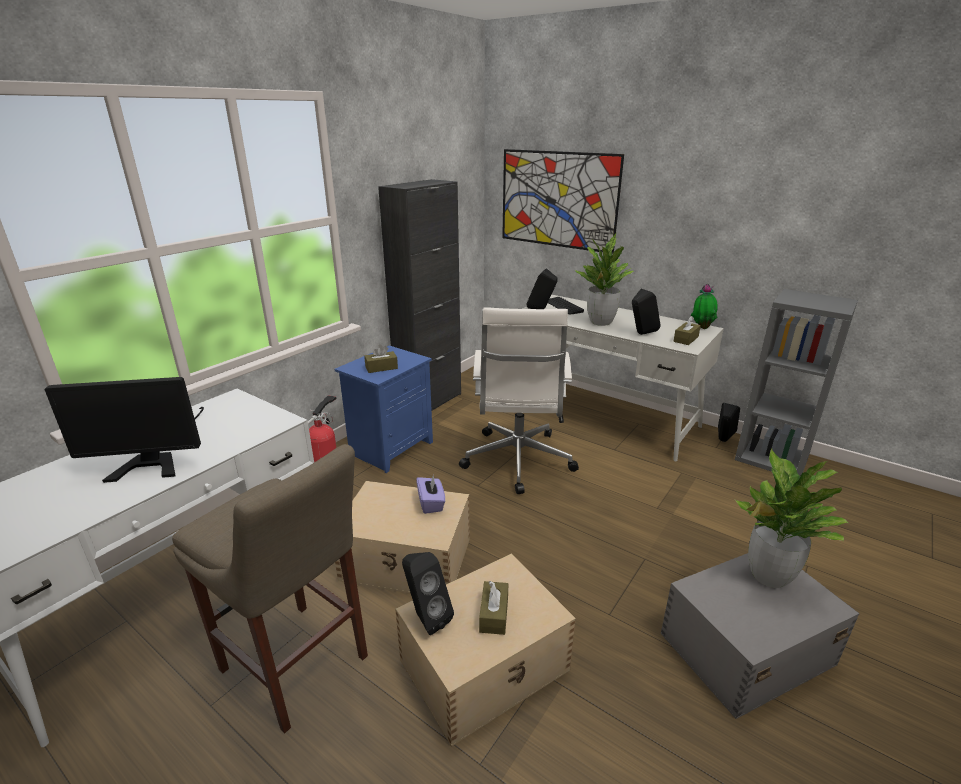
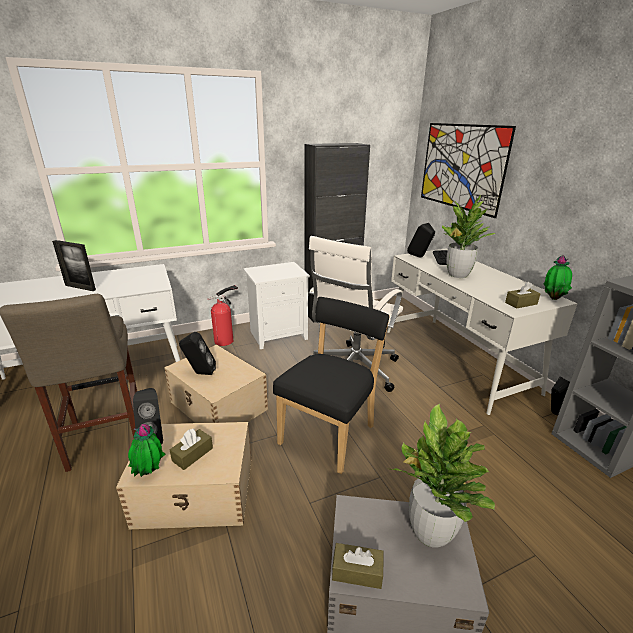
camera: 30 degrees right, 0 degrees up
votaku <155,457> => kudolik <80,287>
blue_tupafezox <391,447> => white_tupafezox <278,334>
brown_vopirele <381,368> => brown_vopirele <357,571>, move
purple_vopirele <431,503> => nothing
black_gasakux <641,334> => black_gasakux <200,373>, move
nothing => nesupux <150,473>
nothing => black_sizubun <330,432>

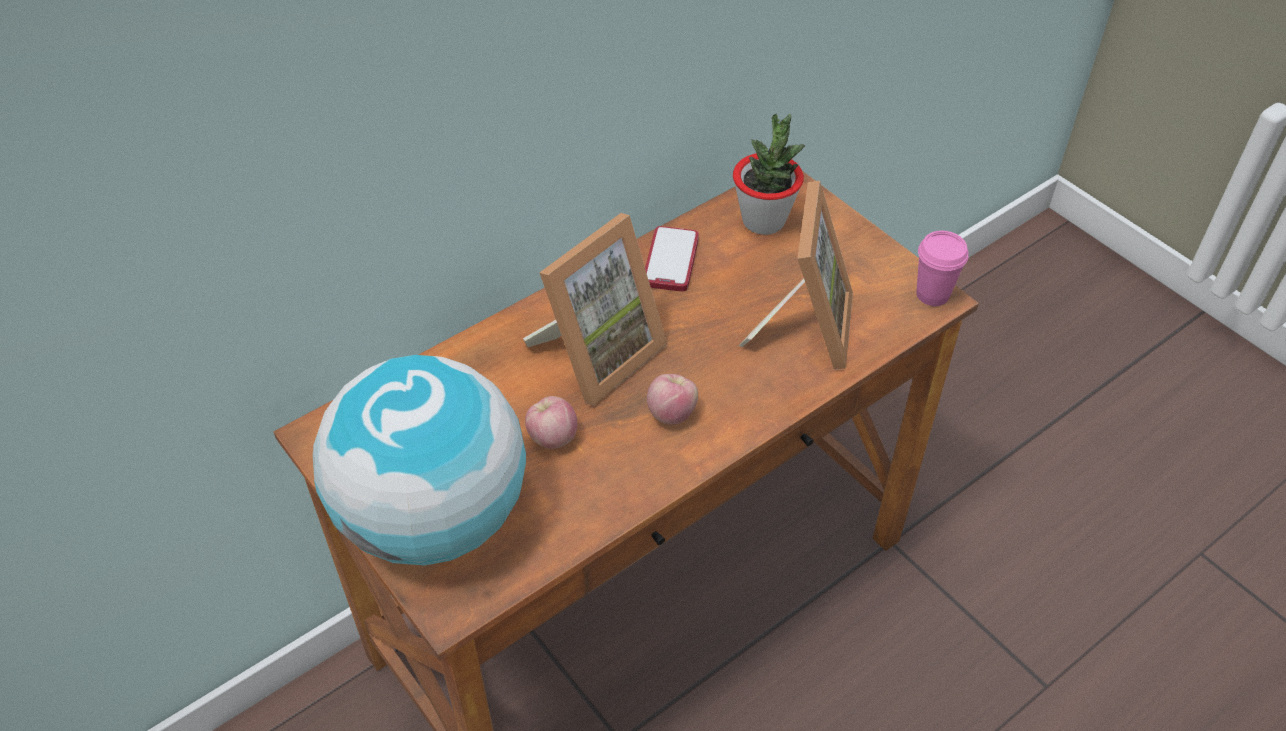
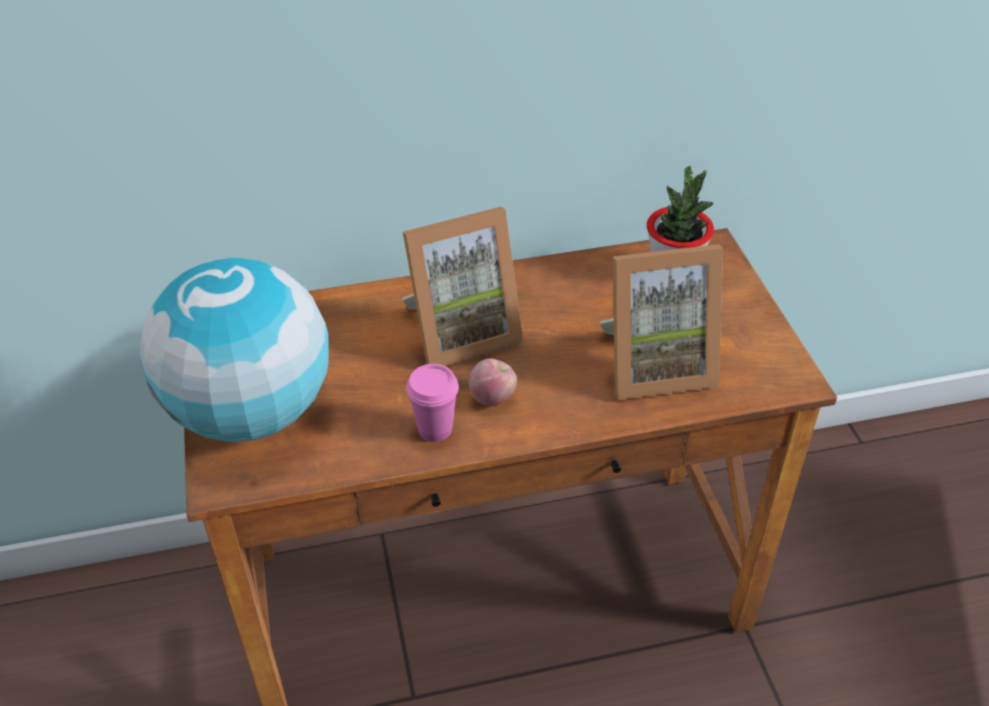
camera: 25 degrees right, 5 degrees down
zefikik <552,438> => nothing
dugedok <671,261> => nothing
kudolik <803,326> => kudolik <655,365>, 45 degrees clockwise
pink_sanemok <932,294> => pink_sanemok <435,429>, move

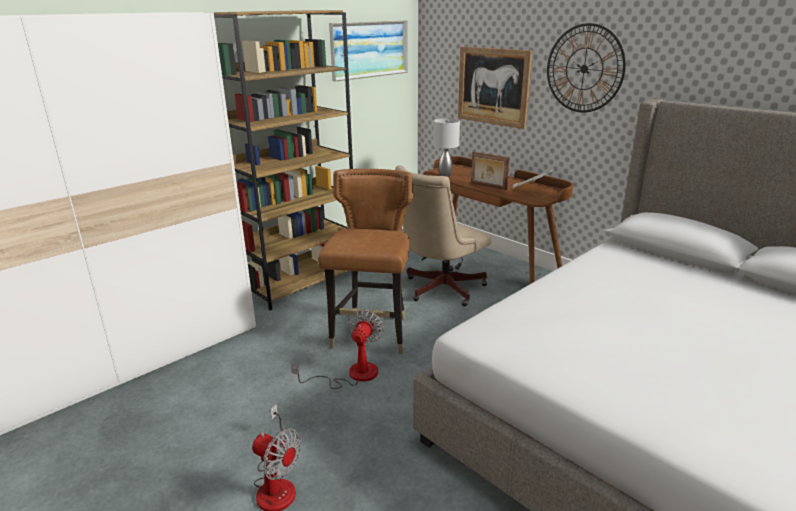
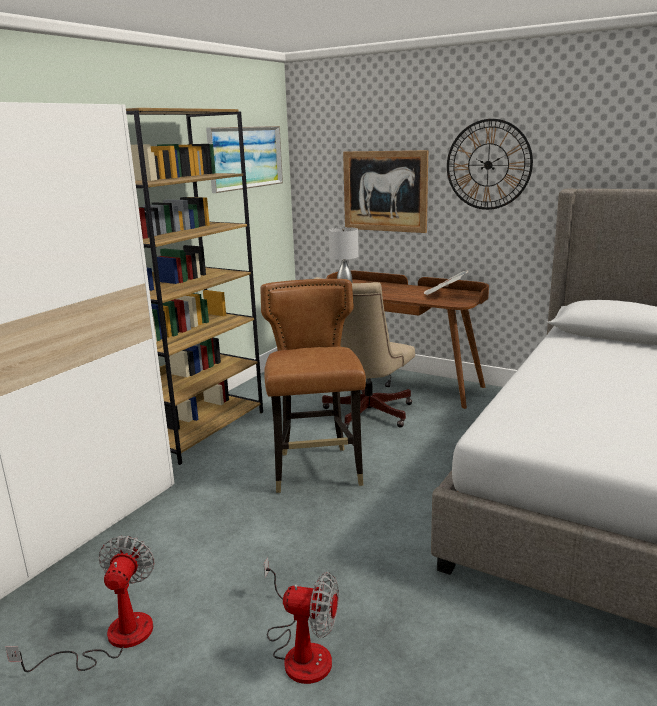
camera: 15 degrees left, 5 degrees down
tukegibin <352,375> => tukegibin <113,639>, move
kudolik <488,186> => nothing

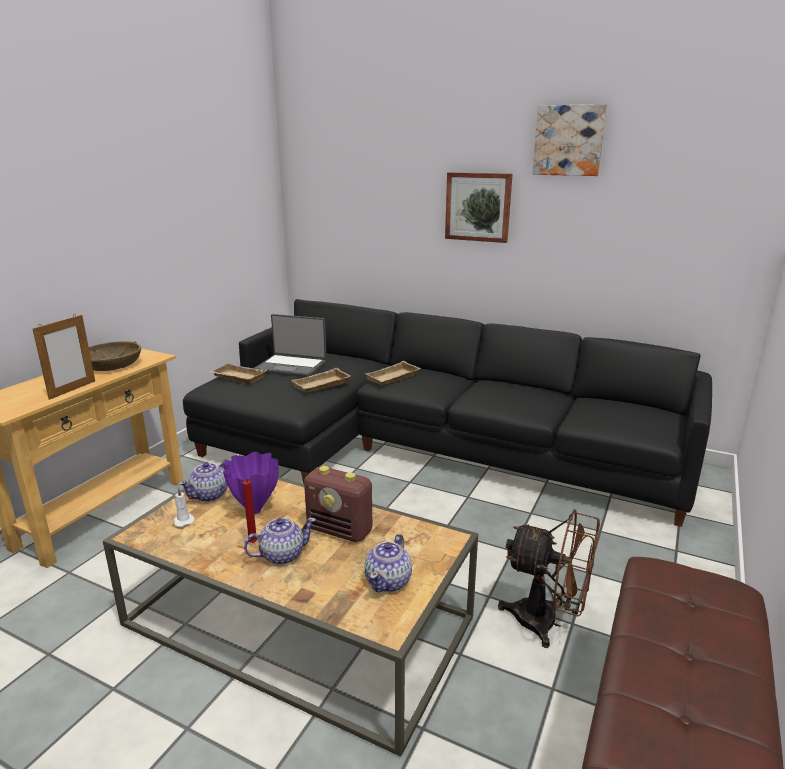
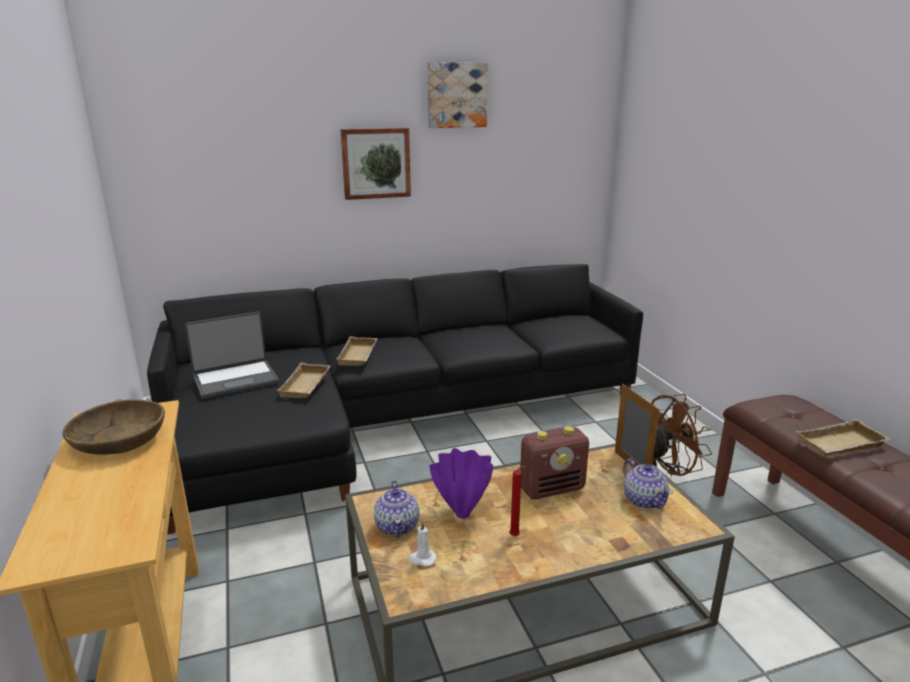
camera: 45 degrees left, 0 degrees up
kudolik <72,390> => kudolik <631,466>, move
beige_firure <237,377> => beige_firure <841,445>, move
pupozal <281,555> => nothing

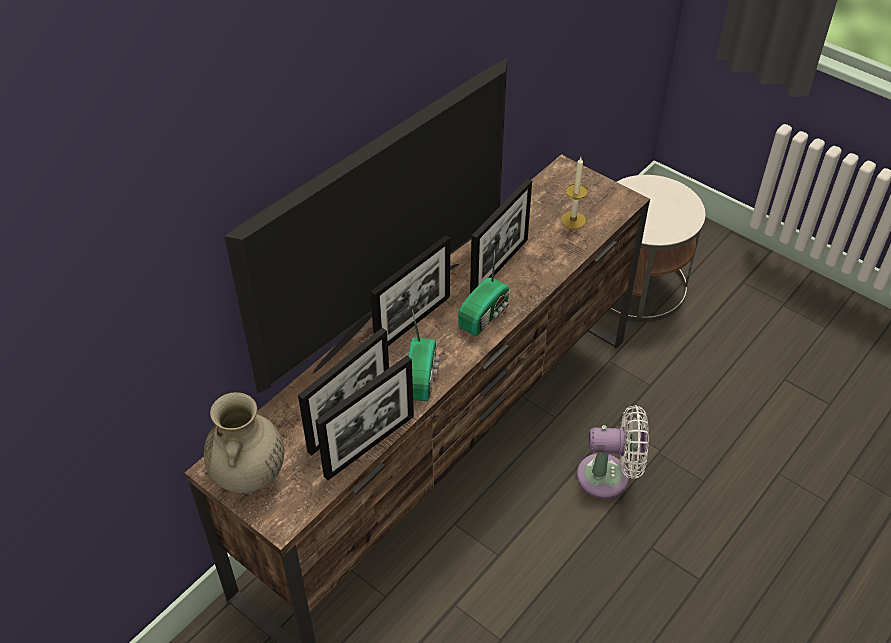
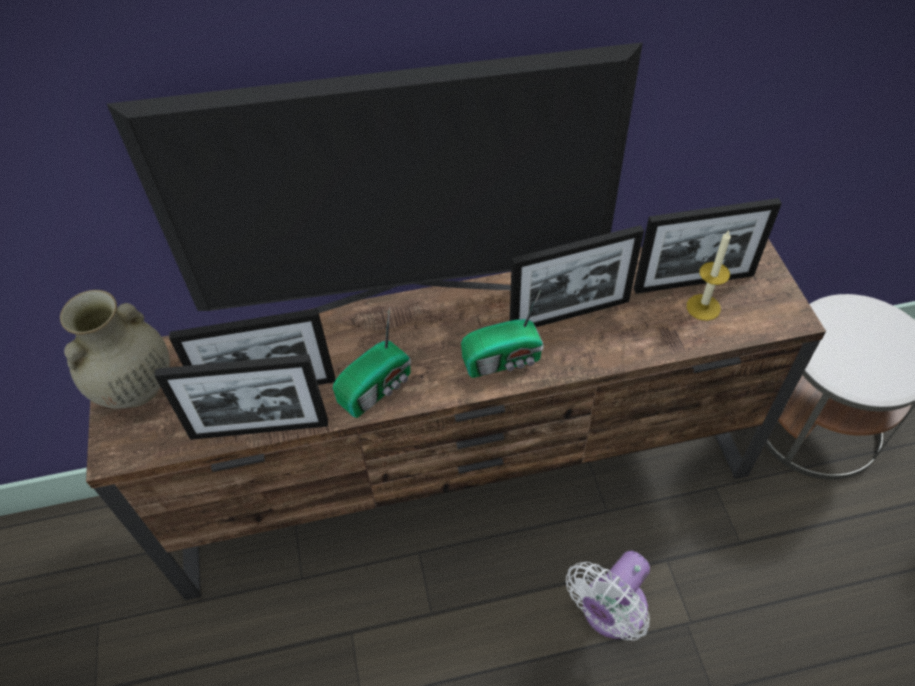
camera: 40 degrees right, 5 degrees up
kudolik <413,323> => kudolik <693,282>, move
white_tukegibin <609,477> => white_tukegibin <609,612>, 90 degrees clockwise

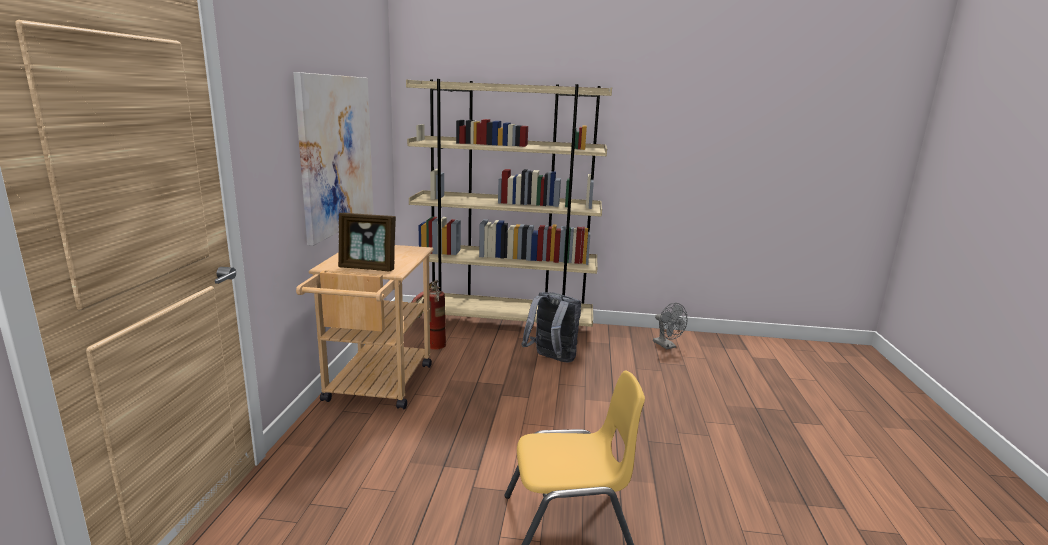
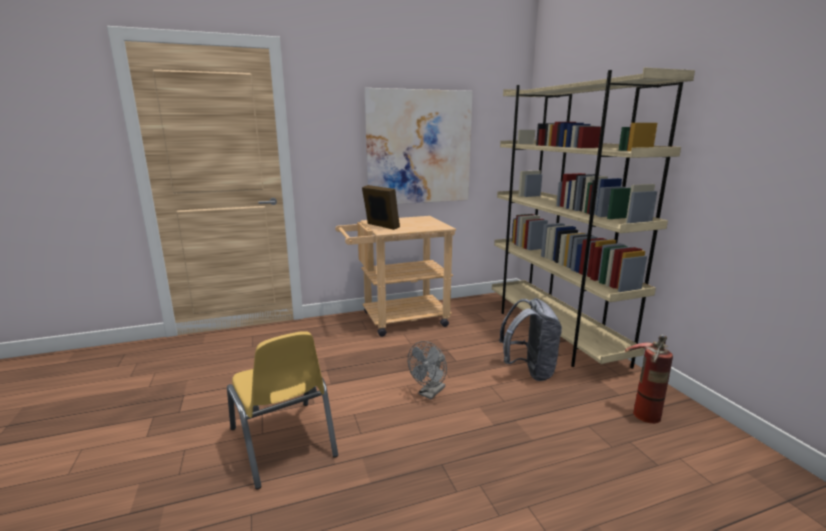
camera: 65 degrees right, 0 degrees up
kudolik <368,268> => kudolik <381,226>, 150 degrees clockwise
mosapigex <430,343> => mosapigex <643,409>, move
grey_tukegibin <667,346> => grey_tukegibin <429,393>, move

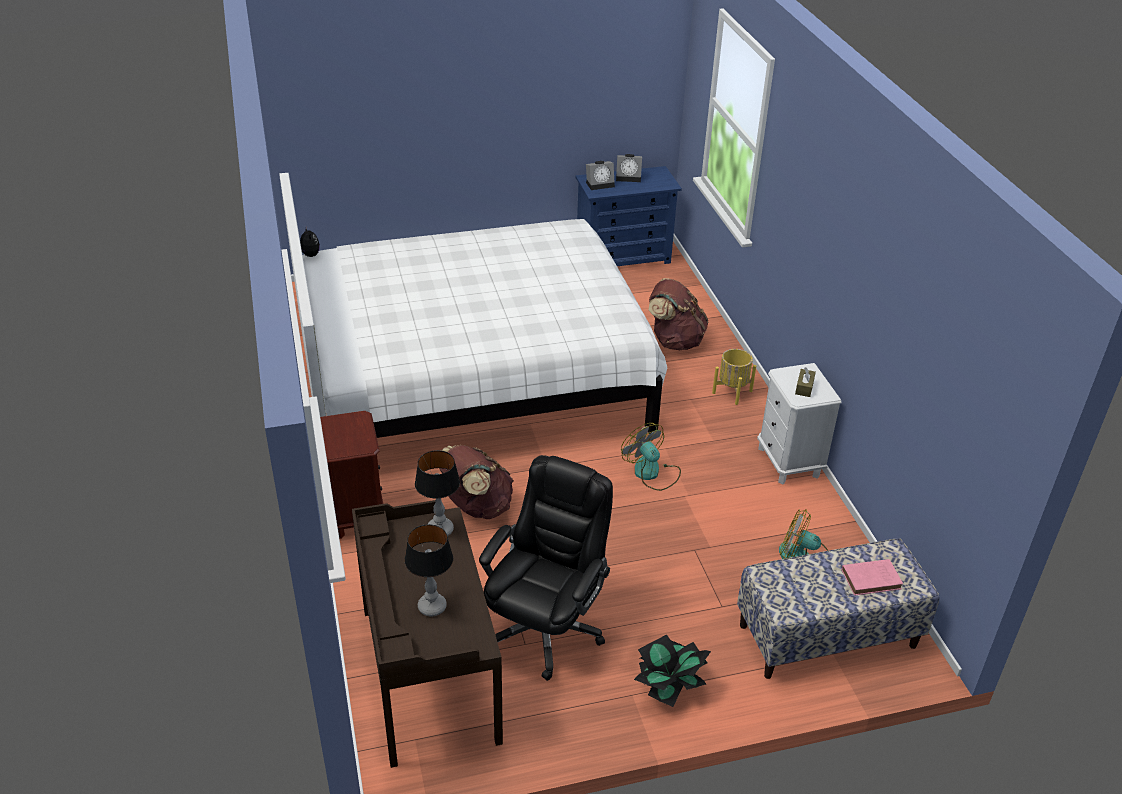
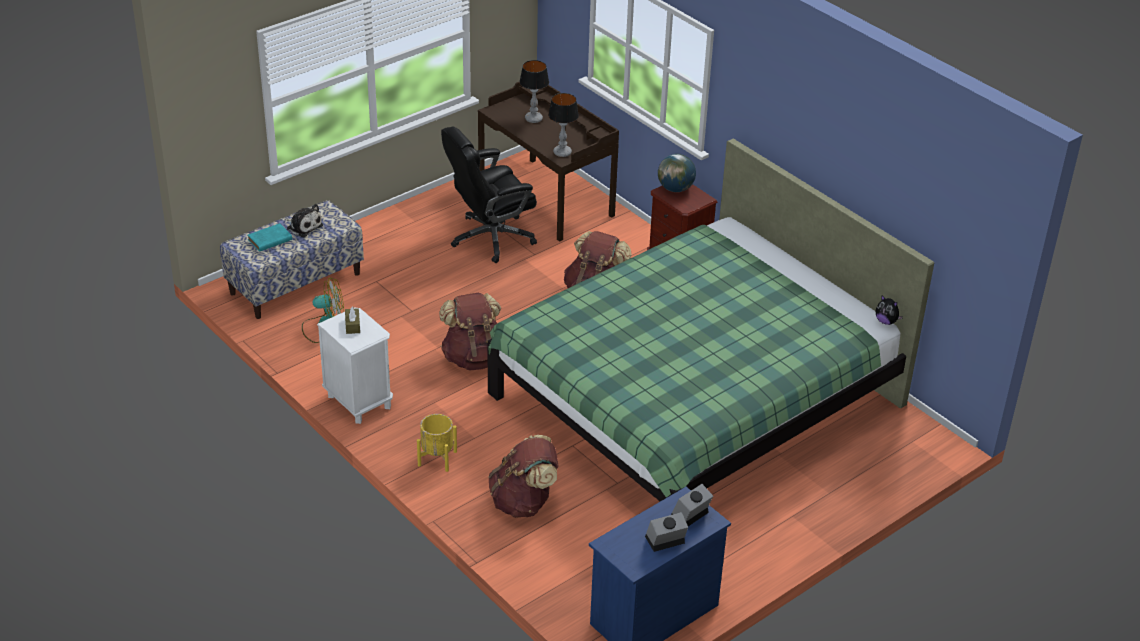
camera: 155 degrees right, 0 degrees up
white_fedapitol <471,375> => green_fedapitol <694,399>
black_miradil <546,628> => black_miradil <490,238>, 60 degrees clockwise
tukegibin <651,473> => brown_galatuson <474,357>
nesupux <668,686> => nothing
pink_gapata <872,579> => turquoise_gapata <269,240>
nothing => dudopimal <303,226>
nothing => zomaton <675,188>

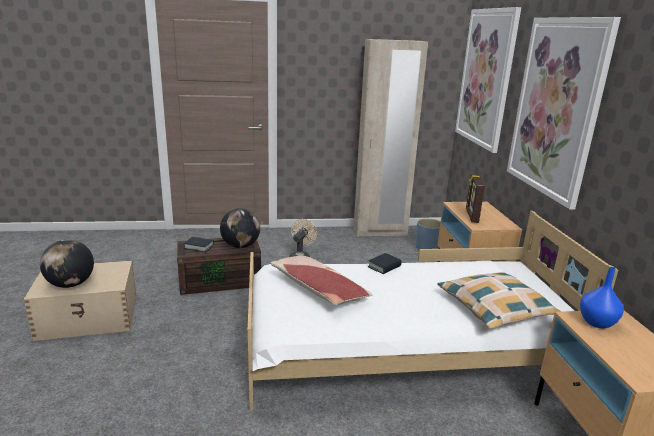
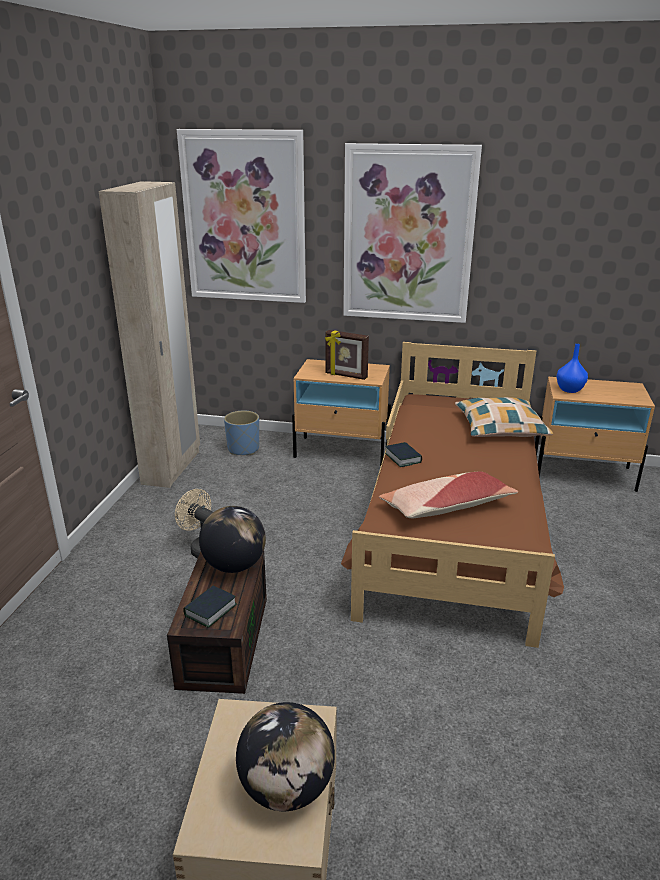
camera: 70 degrees left, 5 degrees up
white_fedapitol <402,352> => brown_fedapitol <453,524>

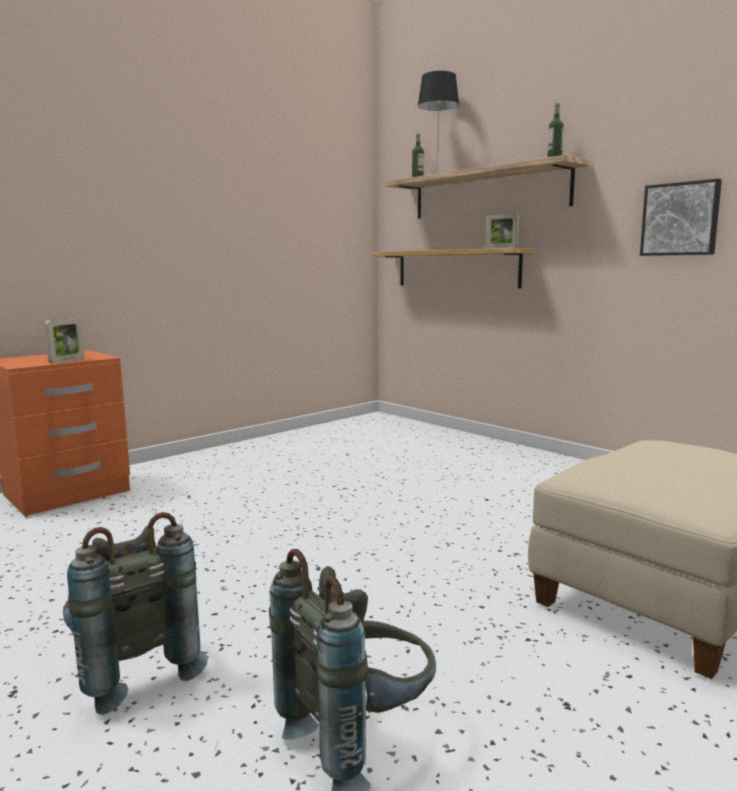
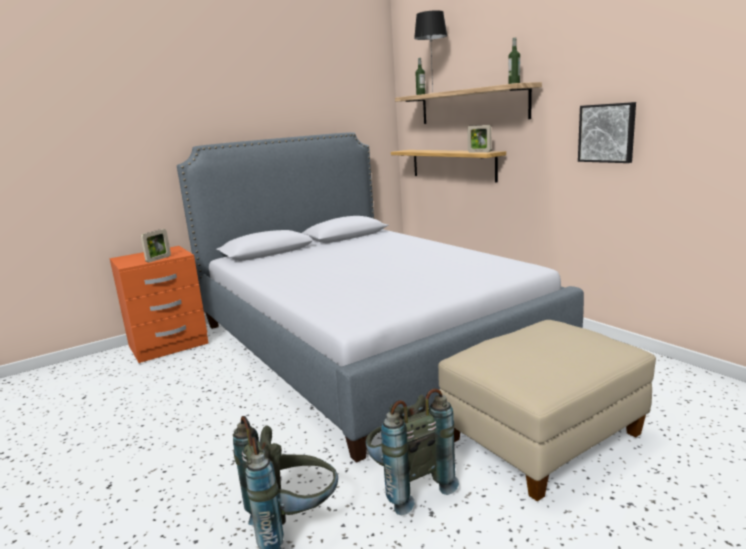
camera: 10 degrees right, 5 degrees up
grey_galatuson <132,670> => grey_galatuson <407,485>, move
nothing => fedapitol <366,341>

